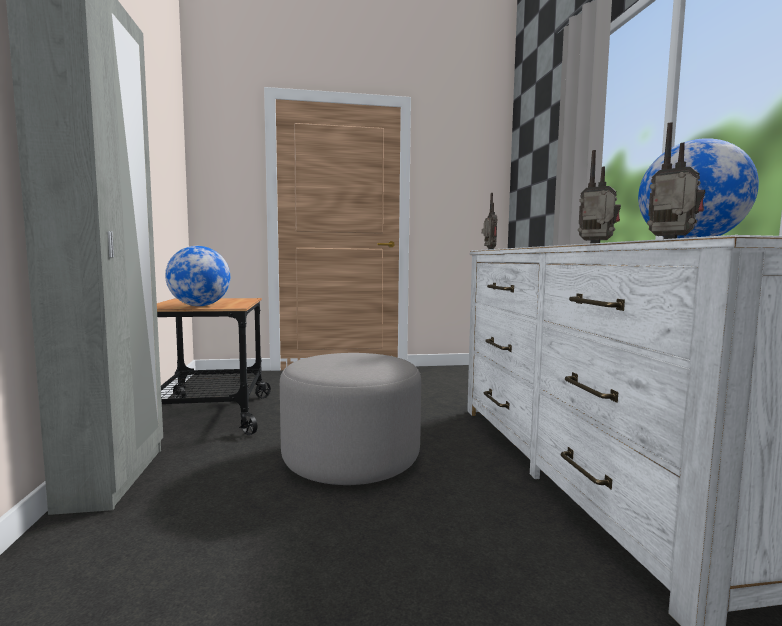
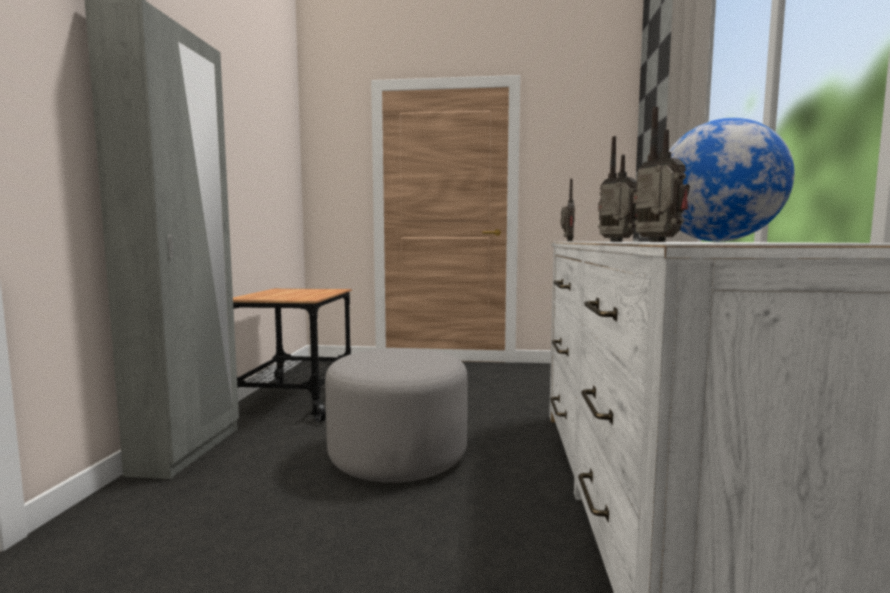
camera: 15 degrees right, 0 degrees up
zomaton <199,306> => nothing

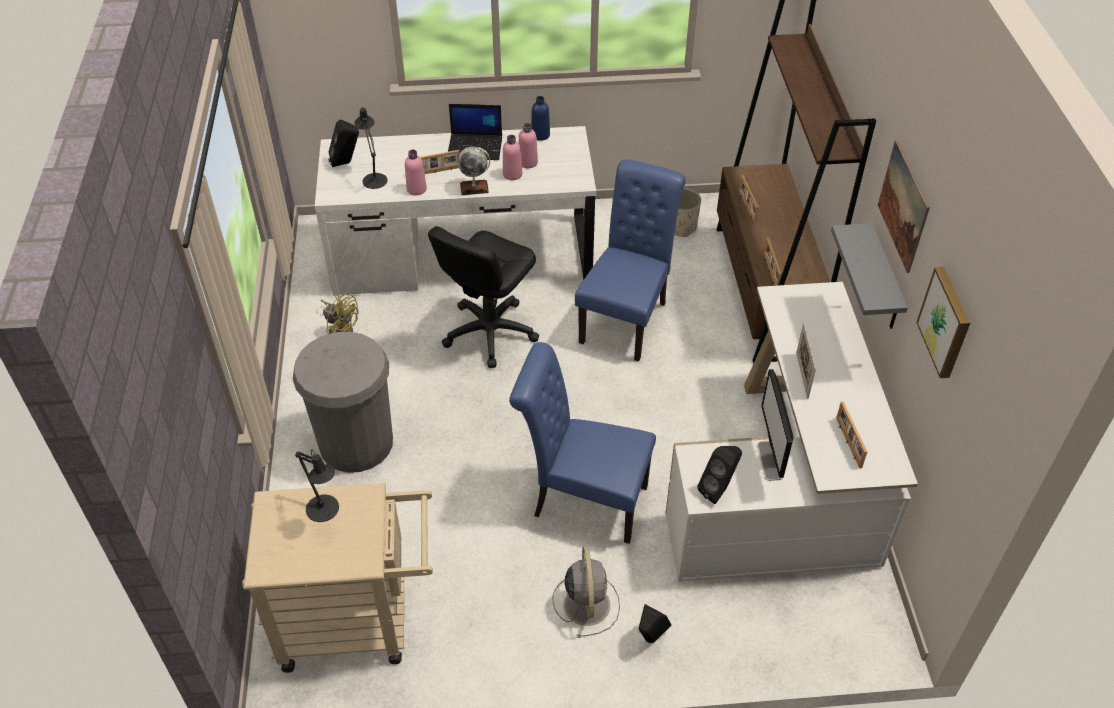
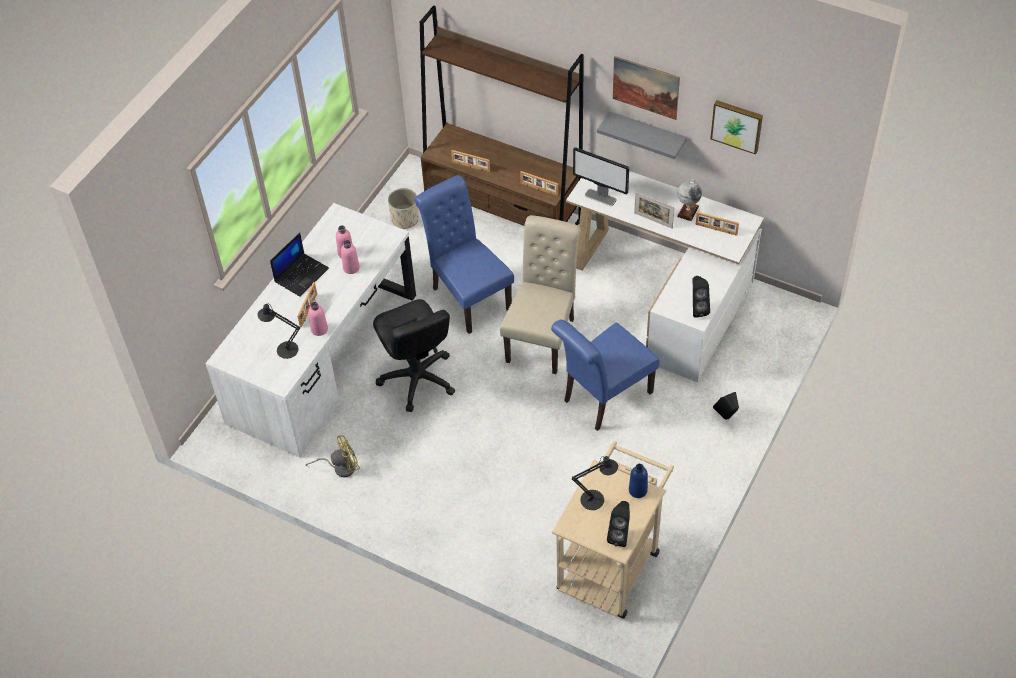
camera: 55 degrees left, 5 degrees up
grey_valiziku <356,443> => nothing
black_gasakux <346,163> => black_gasakux <619,535>, move
zomaton <474,188> => zomaton <688,211>, move
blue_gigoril <540,135> => blue_gigoril <638,490>, move
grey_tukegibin <586,603> => nothing
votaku <769,461> => votaku <600,197>, move
nothing => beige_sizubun <543,336>

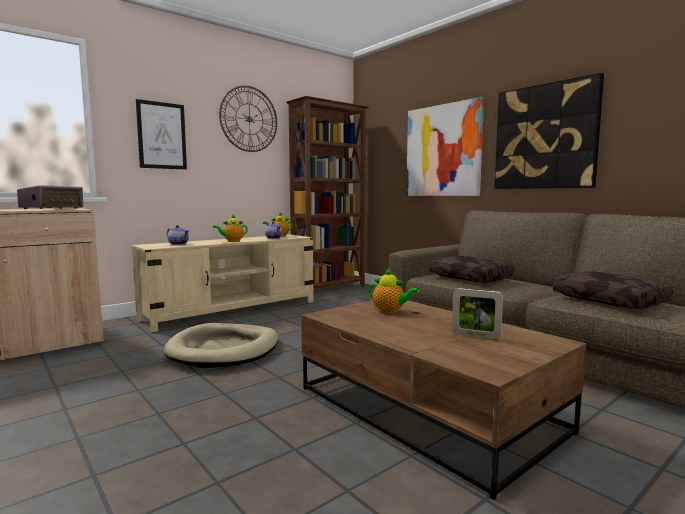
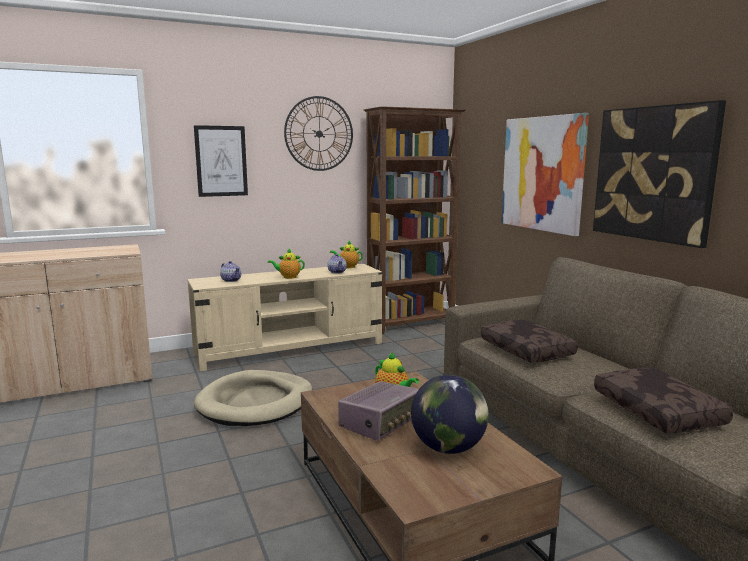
camera: 15 degrees right, 5 degrees up
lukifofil <52,209> => lukifofil <380,423>, move
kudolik <475,336> => zomaton <448,448>

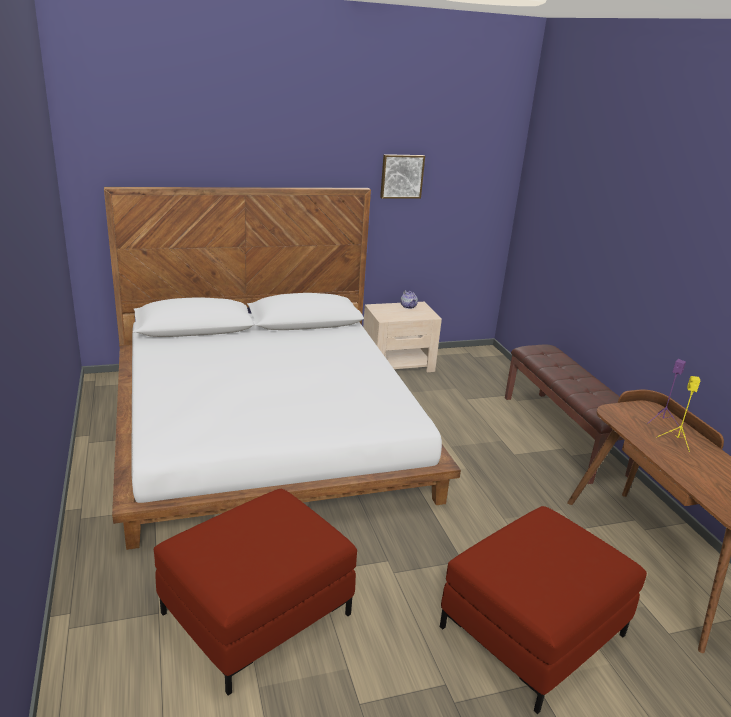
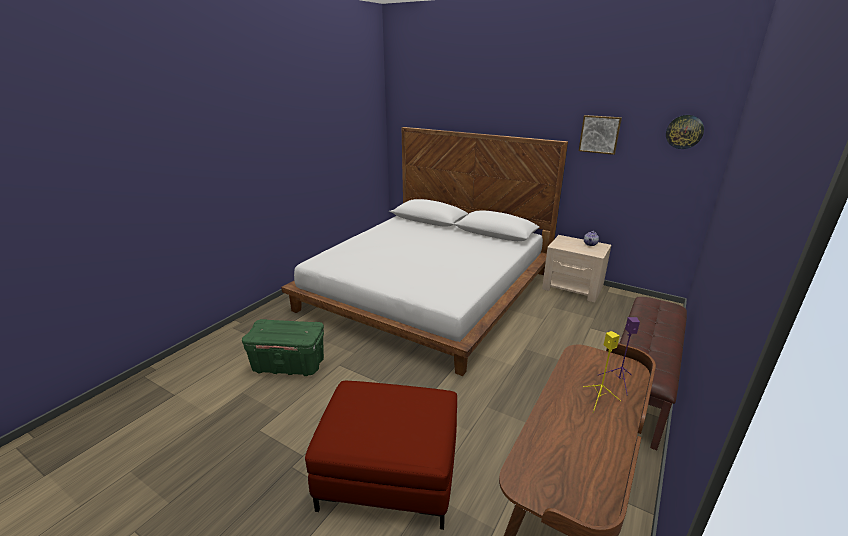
camera: 50 degrees right, 0 degrees up
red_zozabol <256,615> => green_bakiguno <288,365>
nothing => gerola <684,132>

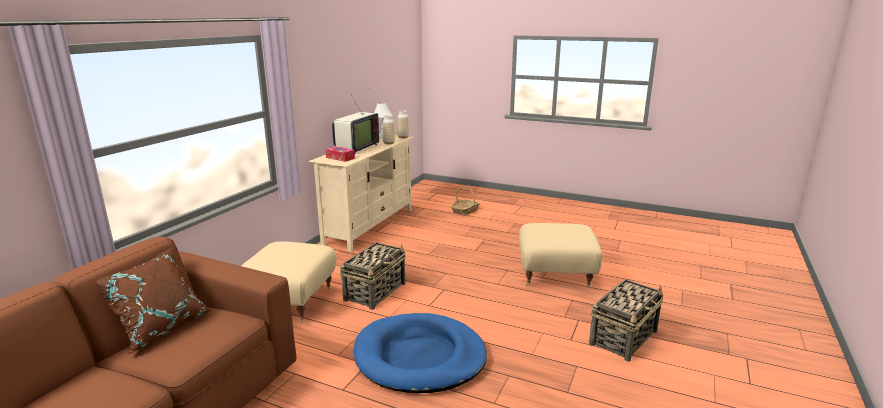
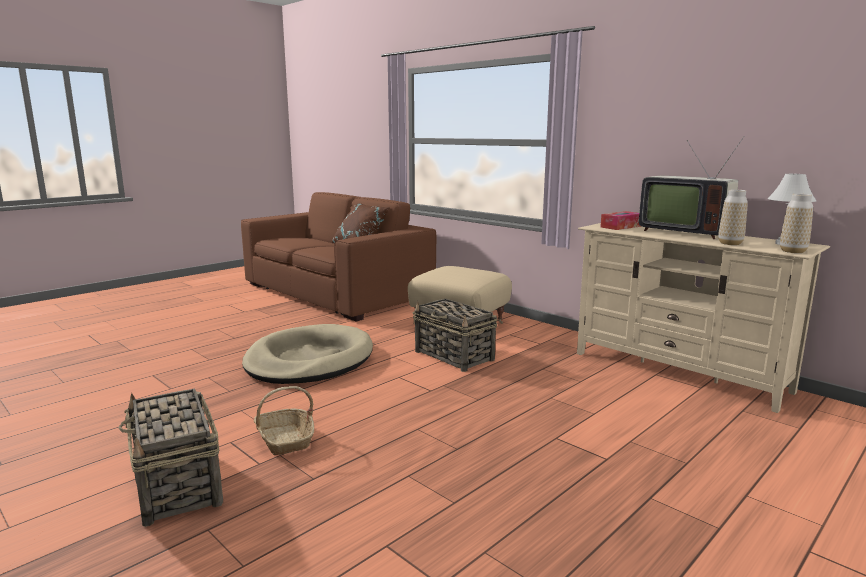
camera: 110 degrees right, 5 degrees down
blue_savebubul <420,357> => beige_savebubul <309,360>
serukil <465,211> => serukil <285,439>, move
beige_zozabol <555,275> => nothing

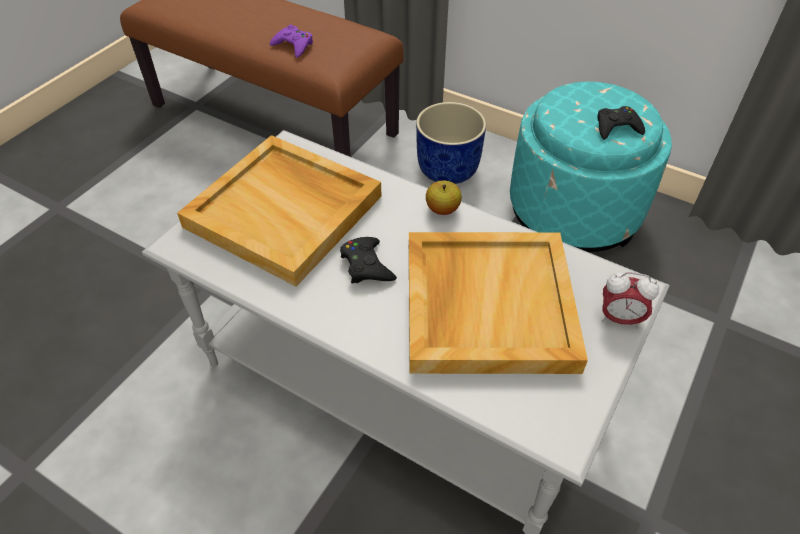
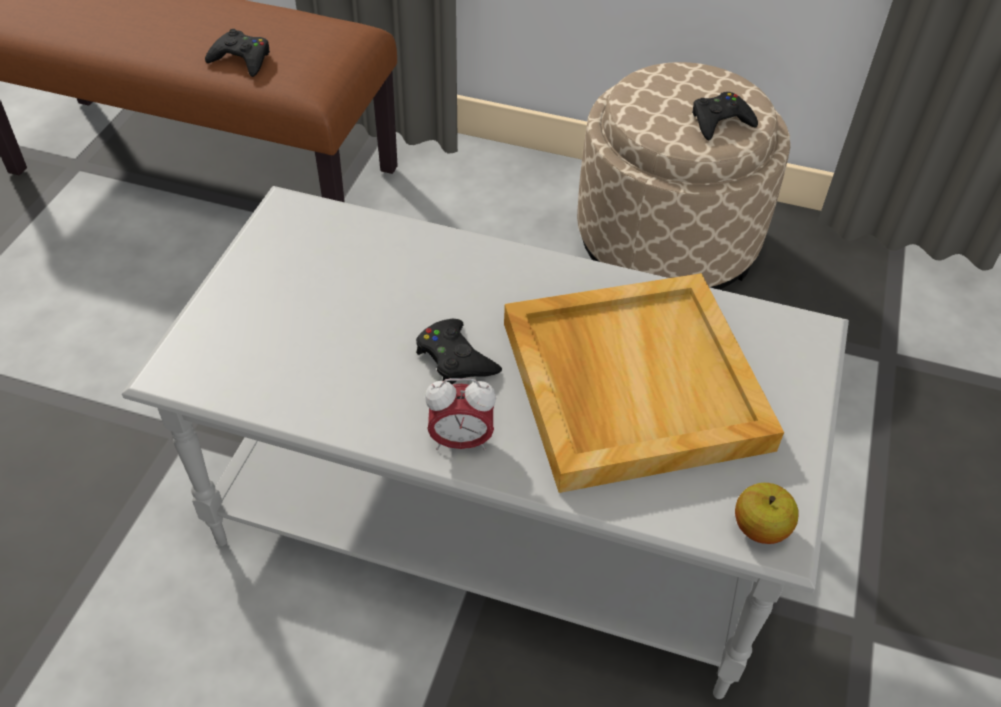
camera: 15 degrees left, 0 degrees up
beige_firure <286,211> => nothing
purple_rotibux <293,45> => black_rotibux <242,59>
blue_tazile <447,170> => nothing
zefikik <442,209> => zefikik <760,528>, move
turquoise_zozabol <573,211> => beige_zozabol <666,242>
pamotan <619,319> => pamotan <461,441>, move

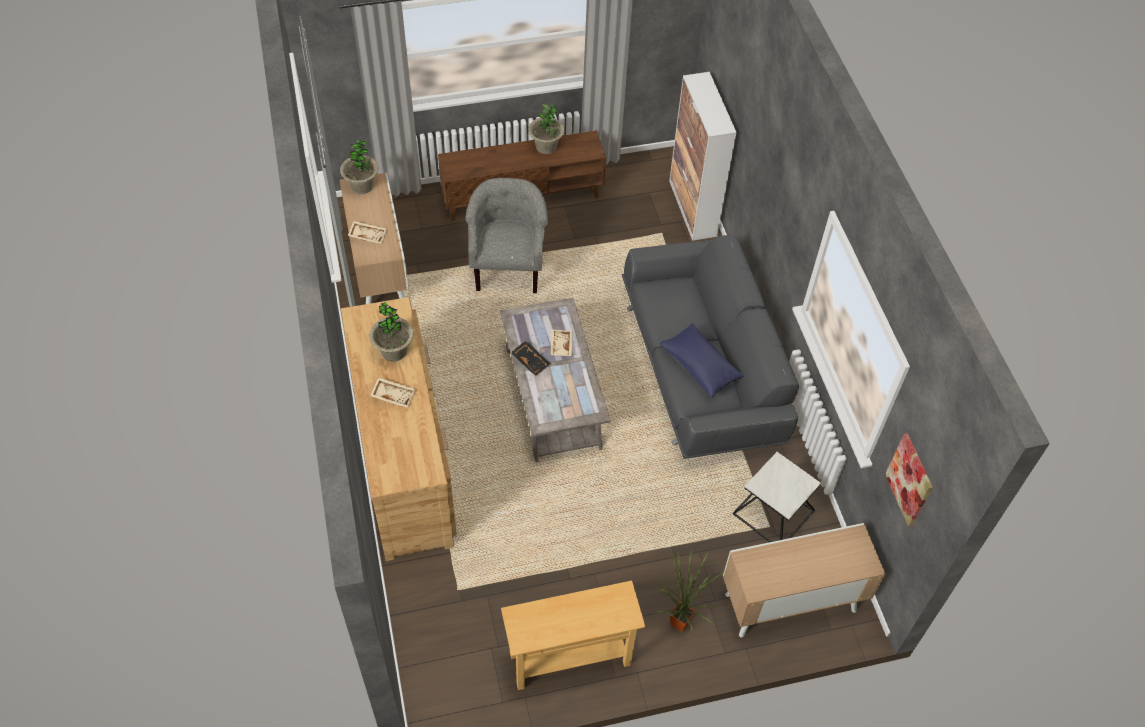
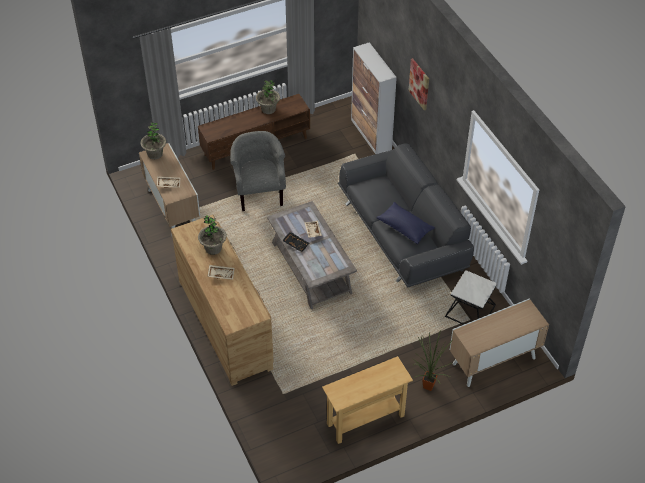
camera: 10 degrees left, 5 degrees down
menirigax <910,480> => menirigax <419,84>, move

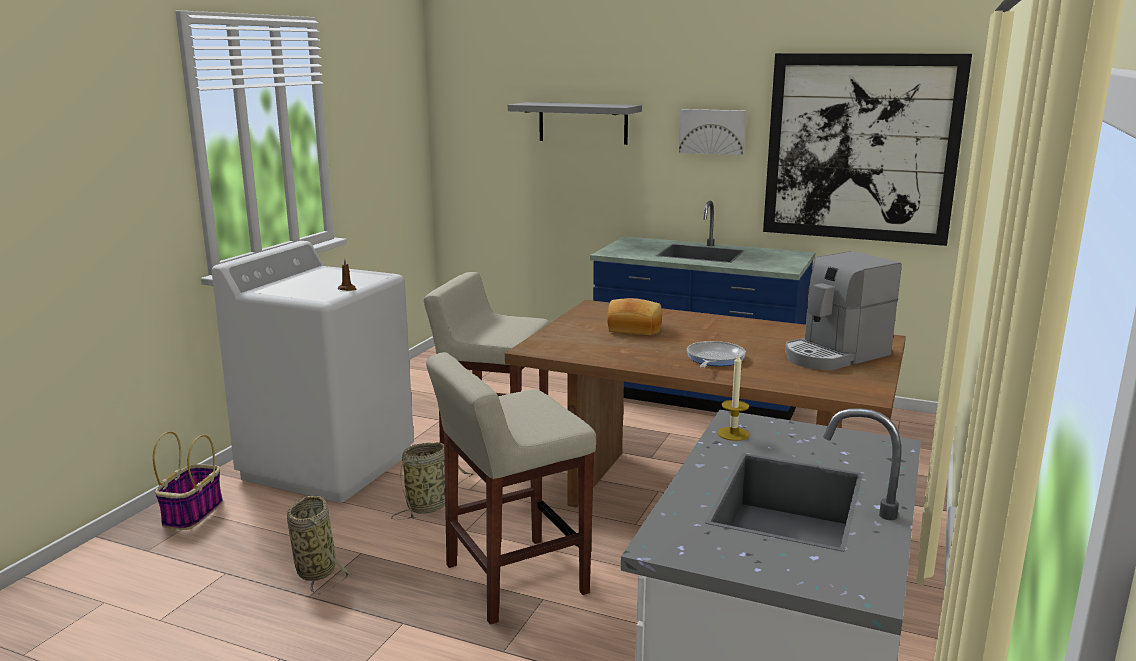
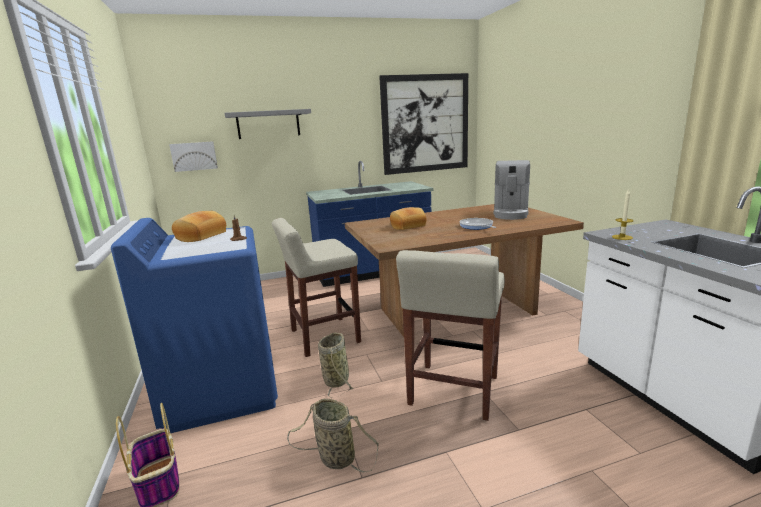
camera: 40 degrees left, 0 degrees up
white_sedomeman <329,464> => blue_sedomeman <222,390>
menirigax <712,131> => menirigax <194,156>, move
nothing => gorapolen <200,236>

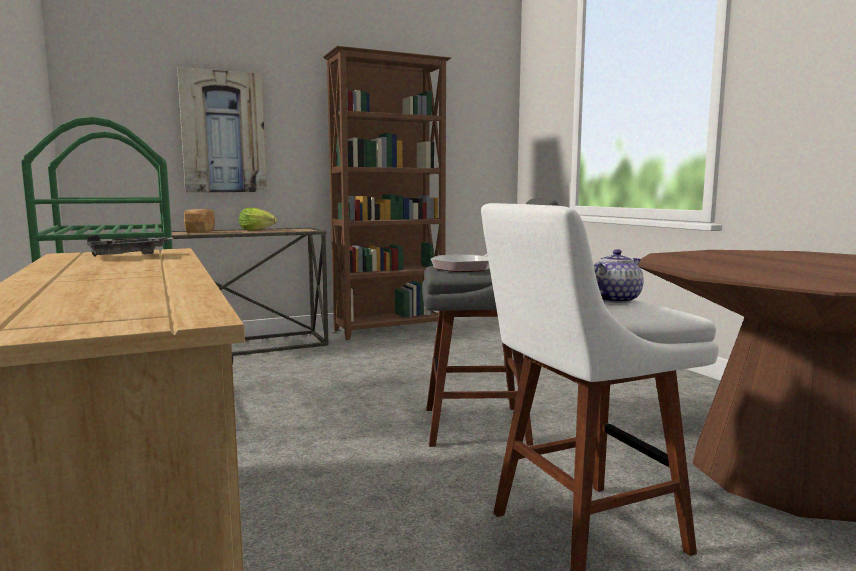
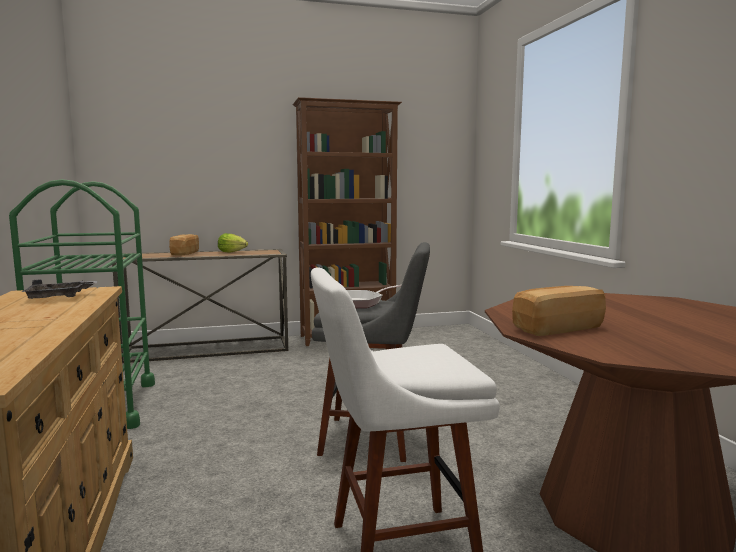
camera: 10 degrees right, 0 degrees up
menirigax <223,132> => nothing
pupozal <613,300> => nothing
nothing => gorapolen <555,328>

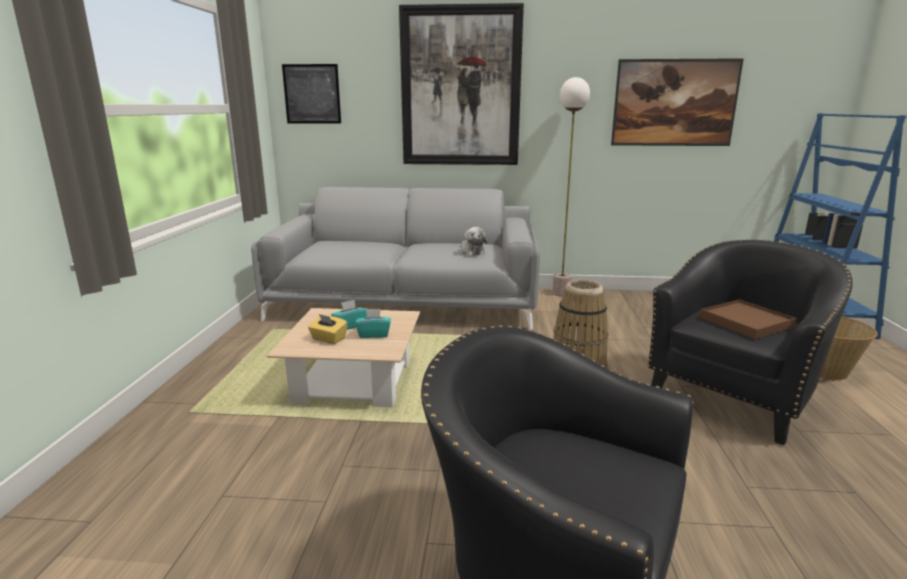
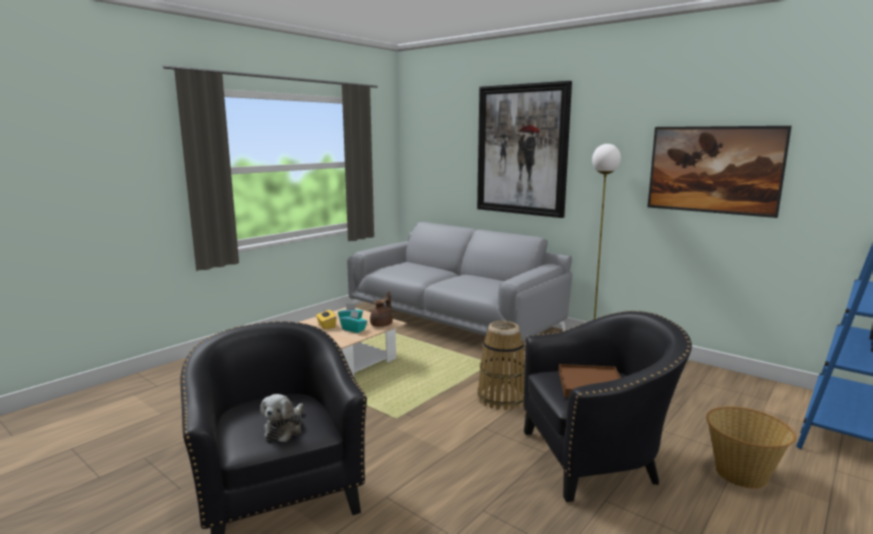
camera: 35 degrees right, 5 degrees down
menirigax <312,94> => nothing
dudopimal <471,252> => dudopimal <285,428>, move
nothing => brown_pupozal <382,324>

